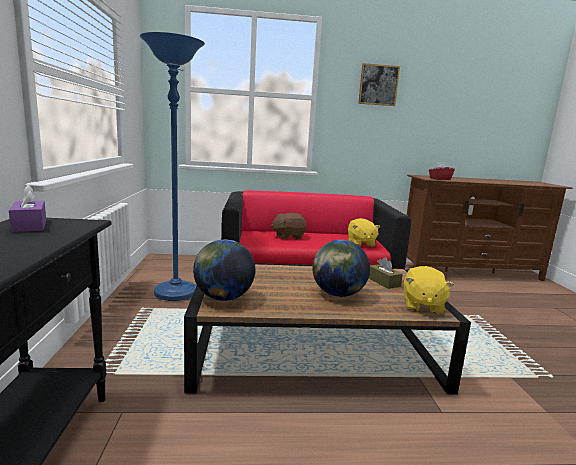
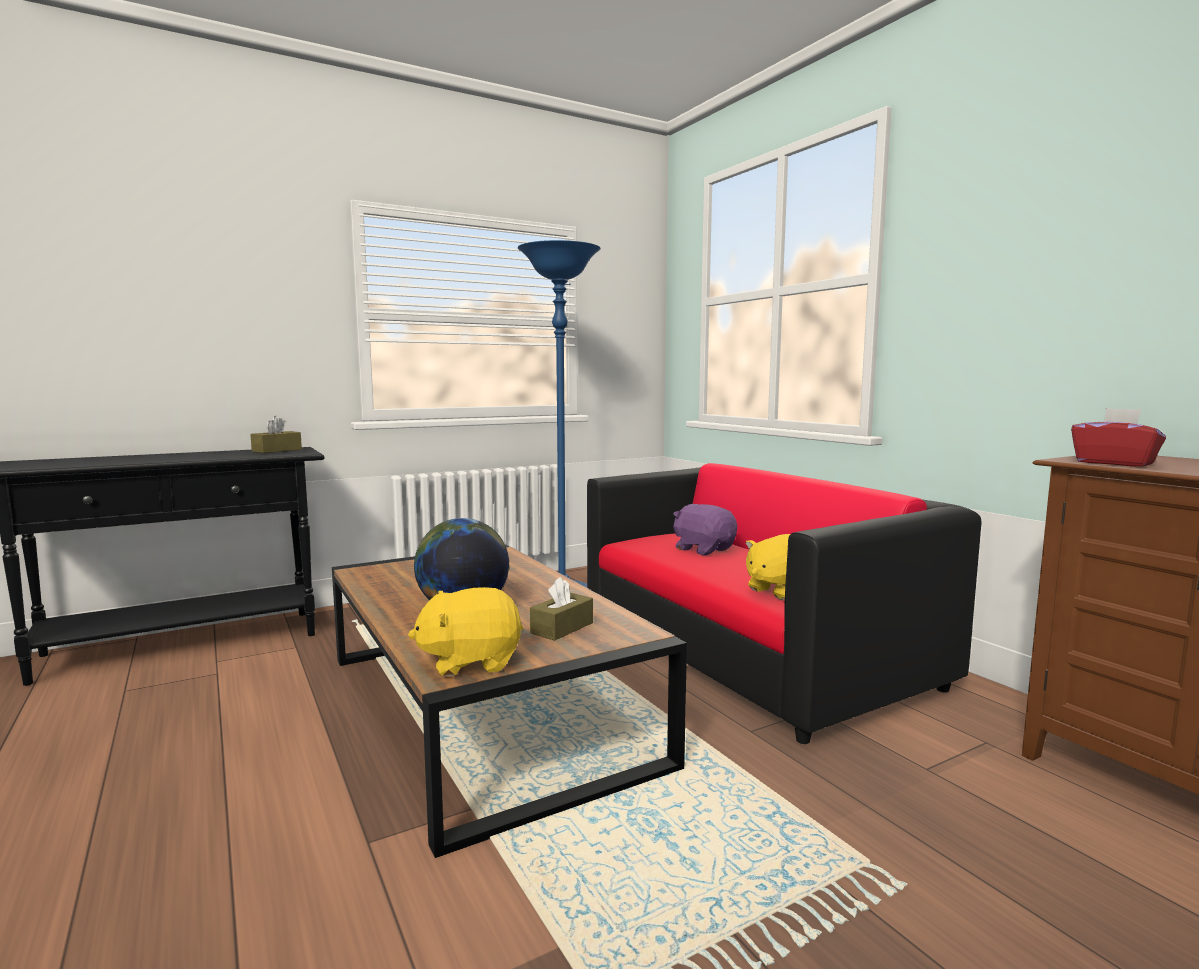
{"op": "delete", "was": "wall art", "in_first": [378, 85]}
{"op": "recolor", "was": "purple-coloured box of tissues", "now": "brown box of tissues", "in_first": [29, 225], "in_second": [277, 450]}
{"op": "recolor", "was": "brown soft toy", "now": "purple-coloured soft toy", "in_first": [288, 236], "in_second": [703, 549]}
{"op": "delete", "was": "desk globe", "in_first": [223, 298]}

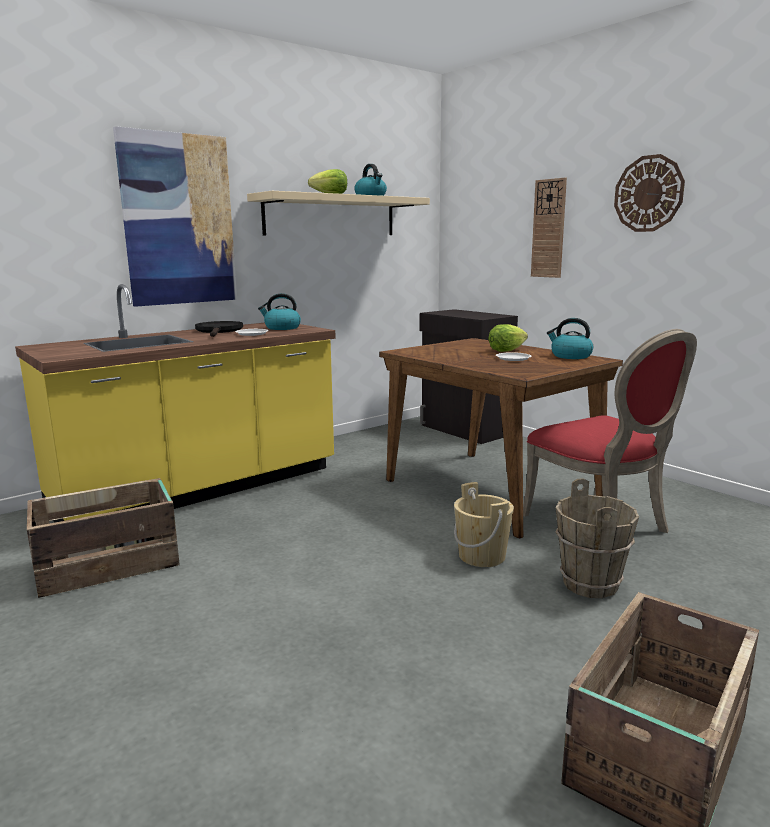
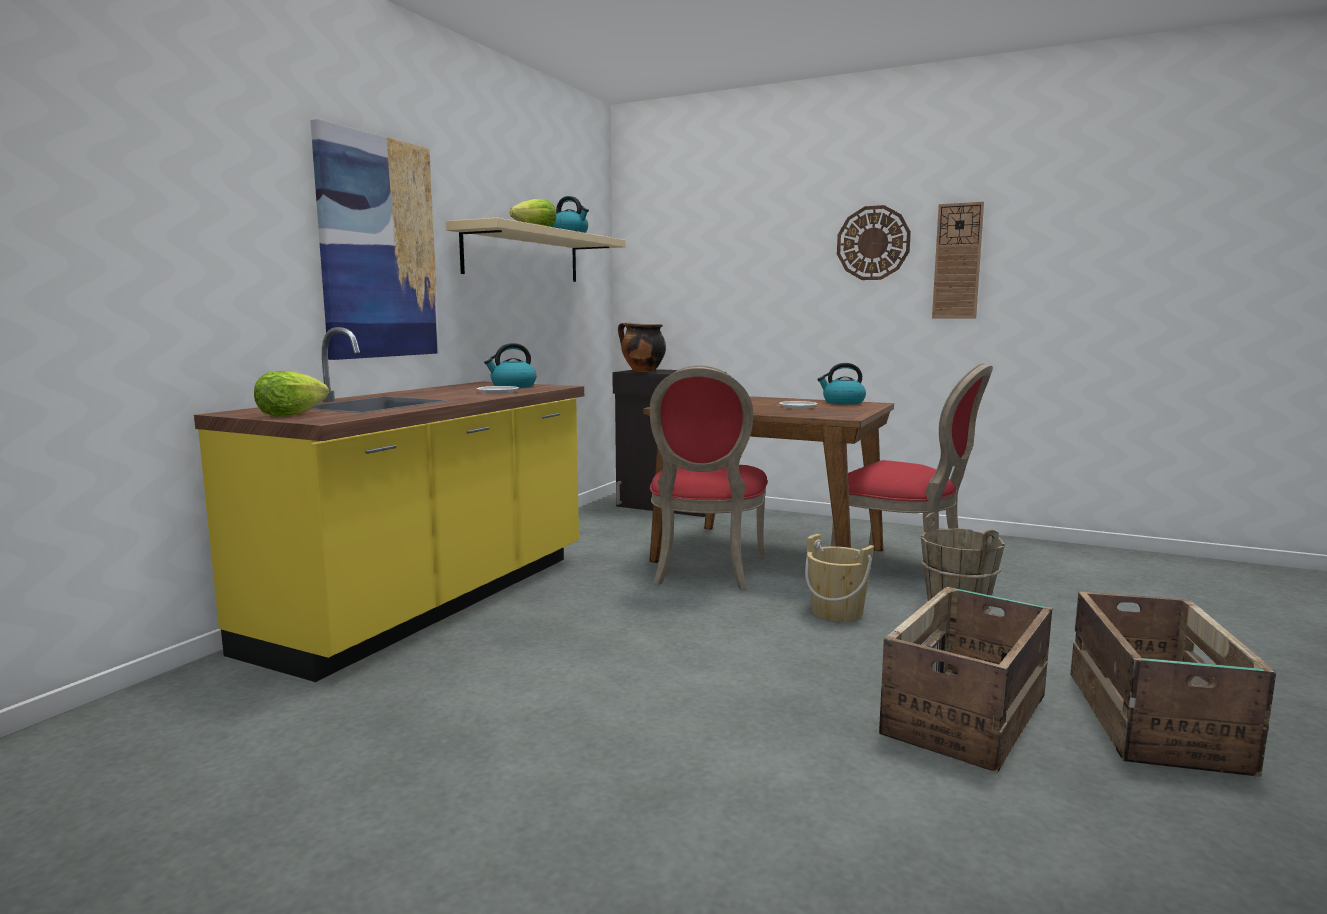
{"op": "move", "was": "clock on the wall", "in_first": [549, 229], "in_second": [957, 261]}
{"op": "delete", "was": "blackish pan", "in_first": [219, 331]}
{"op": "move", "was": "lettuce head", "in_first": [506, 351], "in_second": [290, 415]}
{"op": "move", "was": "packing crate", "in_first": [110, 565], "in_second": [967, 714]}
{"op": "insert", "now": "stockpot", "in_second": [642, 371]}
{"op": "insert", "now": "red-coloured plain chair", "in_second": [704, 571]}

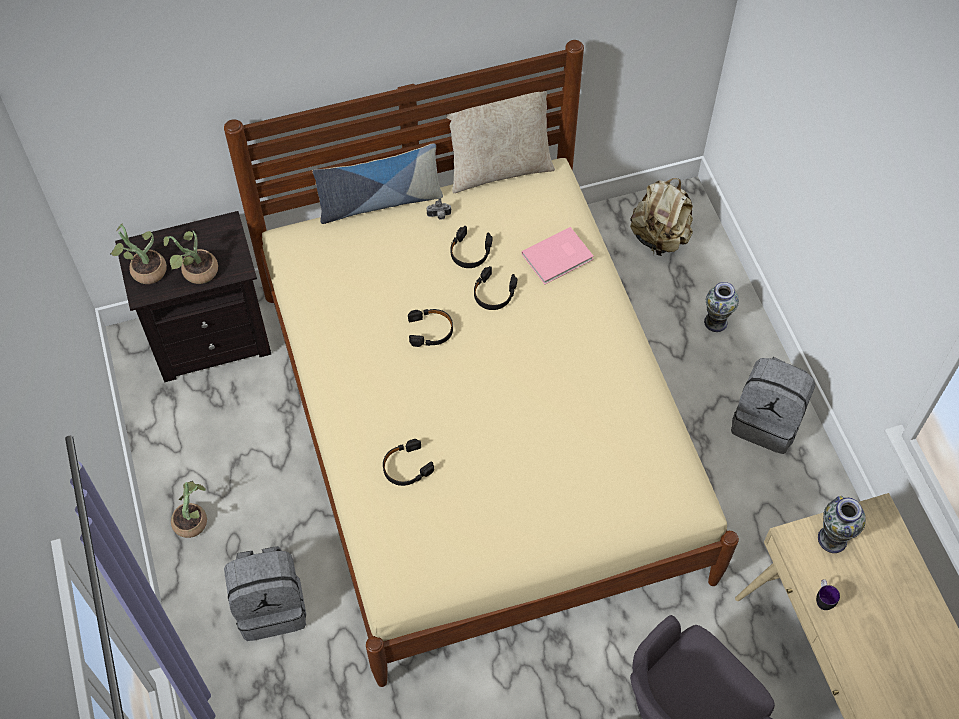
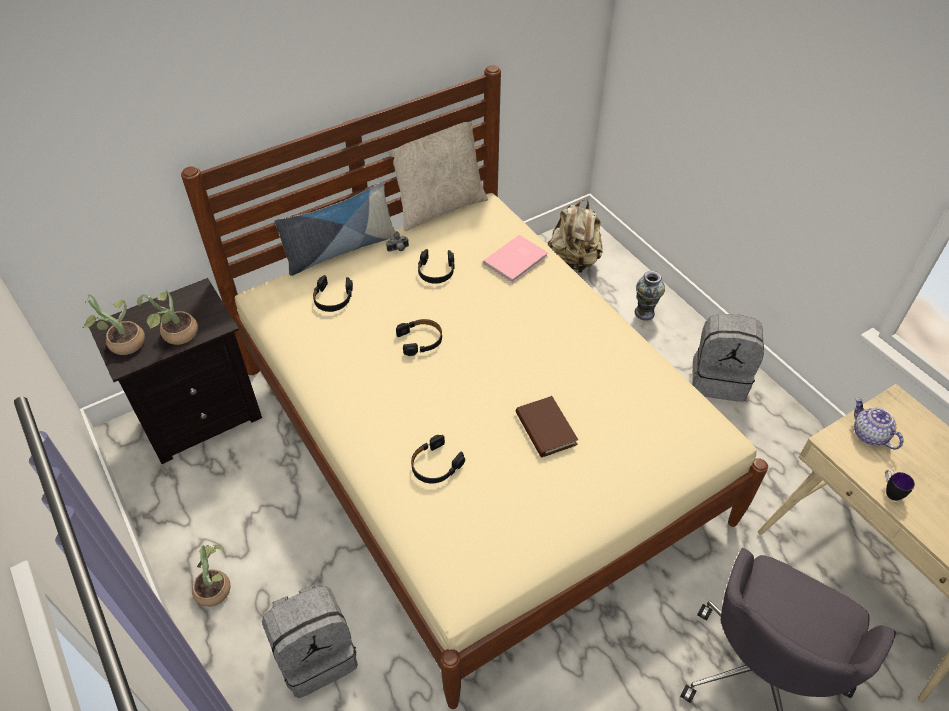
{"op": "move", "was": "blackish pair of headphones", "in_first": [493, 293], "in_second": [333, 298]}
{"op": "replace", "was": "flower vase", "now": "teapot", "in_first": [832, 539], "in_second": [869, 434]}
{"op": "insert", "now": "brown volume", "in_second": [545, 429]}

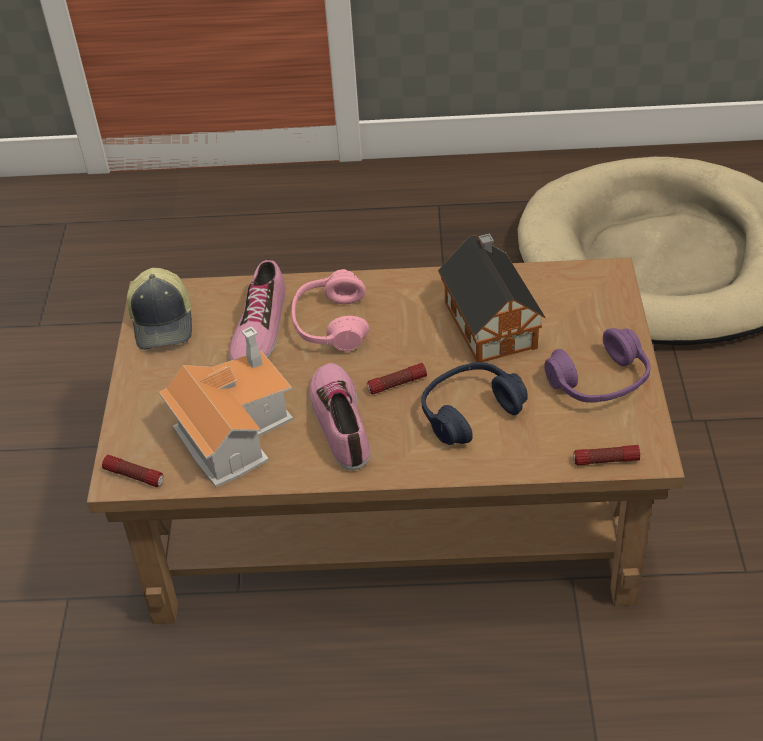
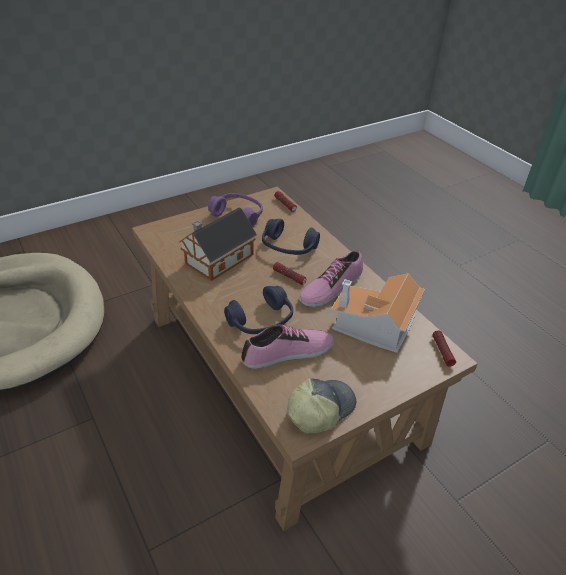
{"op": "recolor", "was": "pinkish pair of headphones", "now": "blue pair of headphones", "in_first": [330, 324], "in_second": [261, 321]}

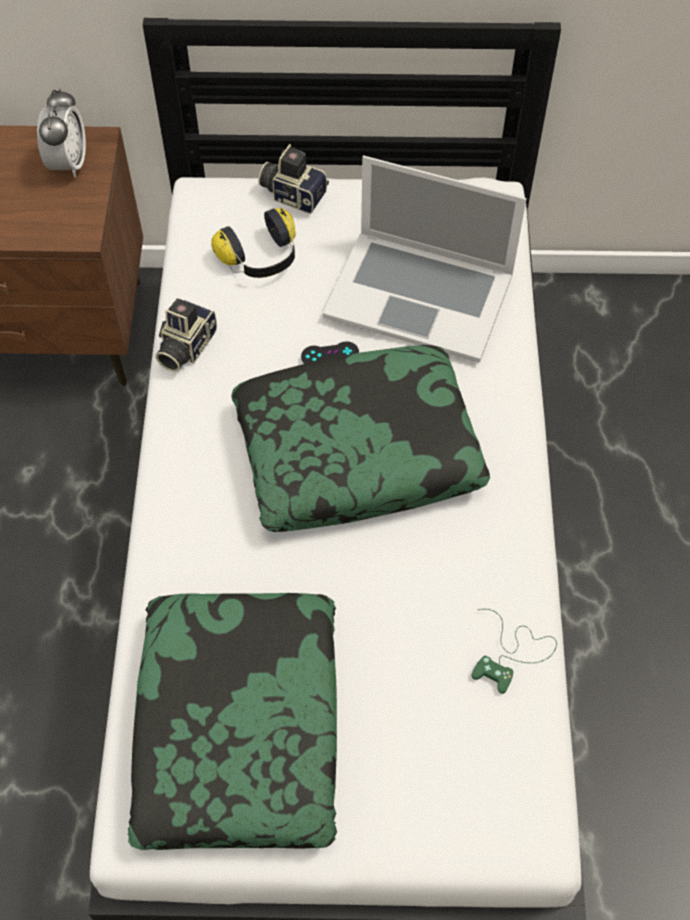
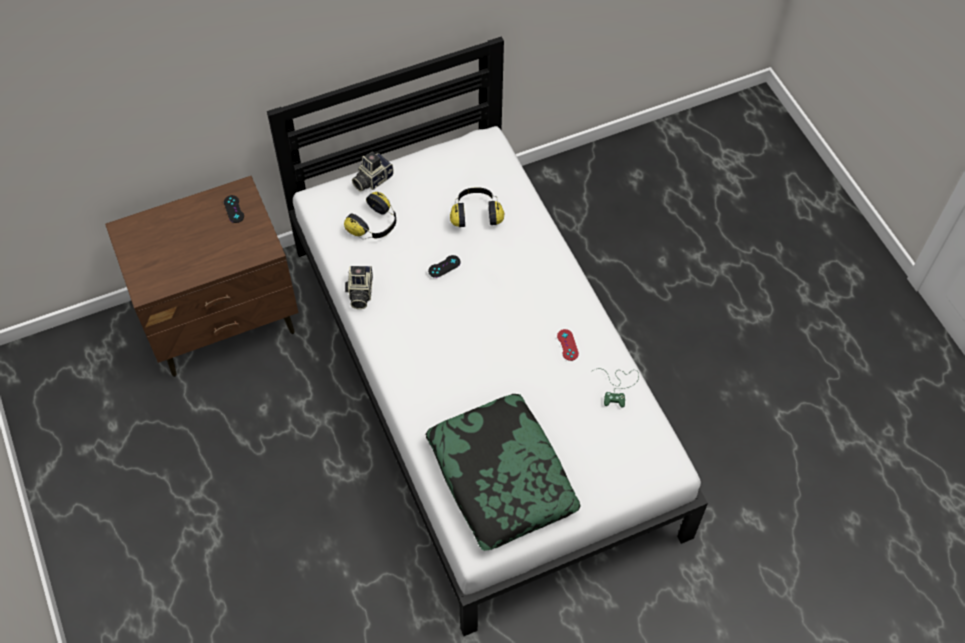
{"op": "replace", "was": "bedside clock", "now": "blackish gamepad", "in_first": [68, 163], "in_second": [234, 209]}
{"op": "rotate", "was": "photo camera", "in_first": [293, 194], "in_second": [372, 179], "clockwise": -45}
{"op": "replace", "was": "portable computer", "now": "pair of headphones", "in_first": [419, 294], "in_second": [476, 213]}
{"op": "delete", "was": "cushion", "in_first": [358, 450]}
{"op": "insert", "now": "red-coloured gamepad", "in_second": [567, 345]}

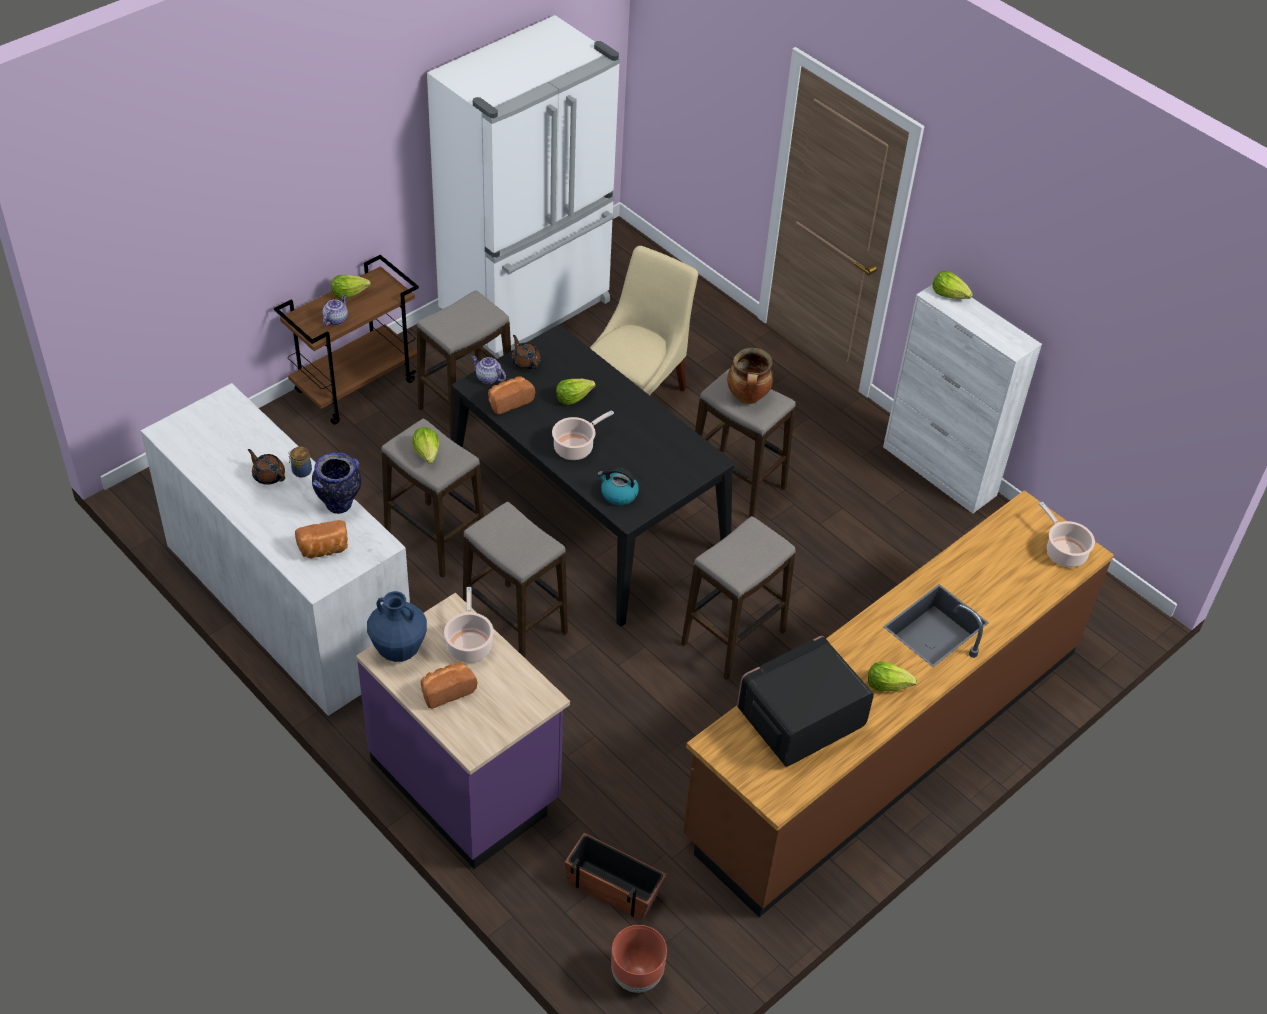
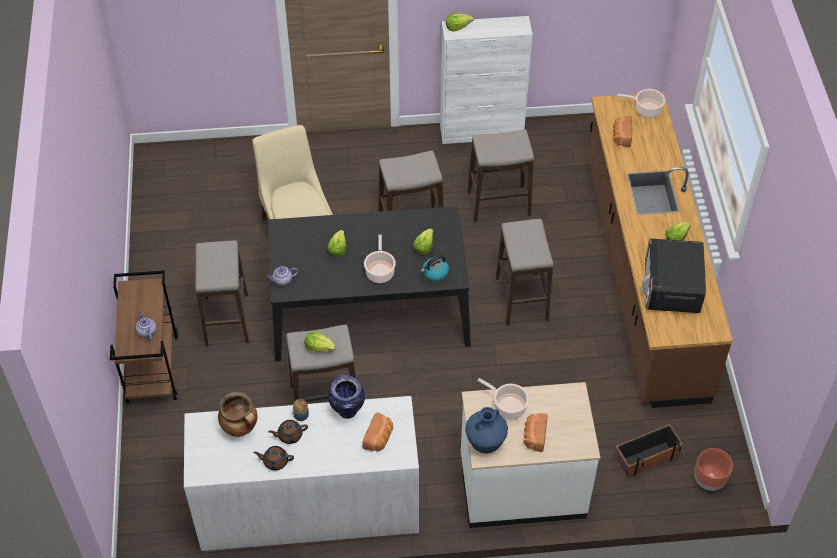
{"op": "delete", "was": "white fridge", "in_first": [528, 308]}
{"op": "move", "was": "lettuce head", "in_first": [349, 293], "in_second": [424, 246]}
{"op": "move", "was": "brown teapot", "in_first": [525, 362], "in_second": [275, 461]}
{"op": "move", "was": "stockpot", "in_first": [748, 397], "in_second": [241, 428]}
{"op": "move", "was": "baked bread", "in_first": [509, 401], "in_second": [621, 136]}
{"op": "move", "was": "sitting stool", "in_first": [515, 625], "in_second": [499, 204]}
{"op": "recolor", "was": "purple-coloured kitchen counter", "now": "white kitchen counter", "in_first": [467, 781], "in_second": [522, 487]}

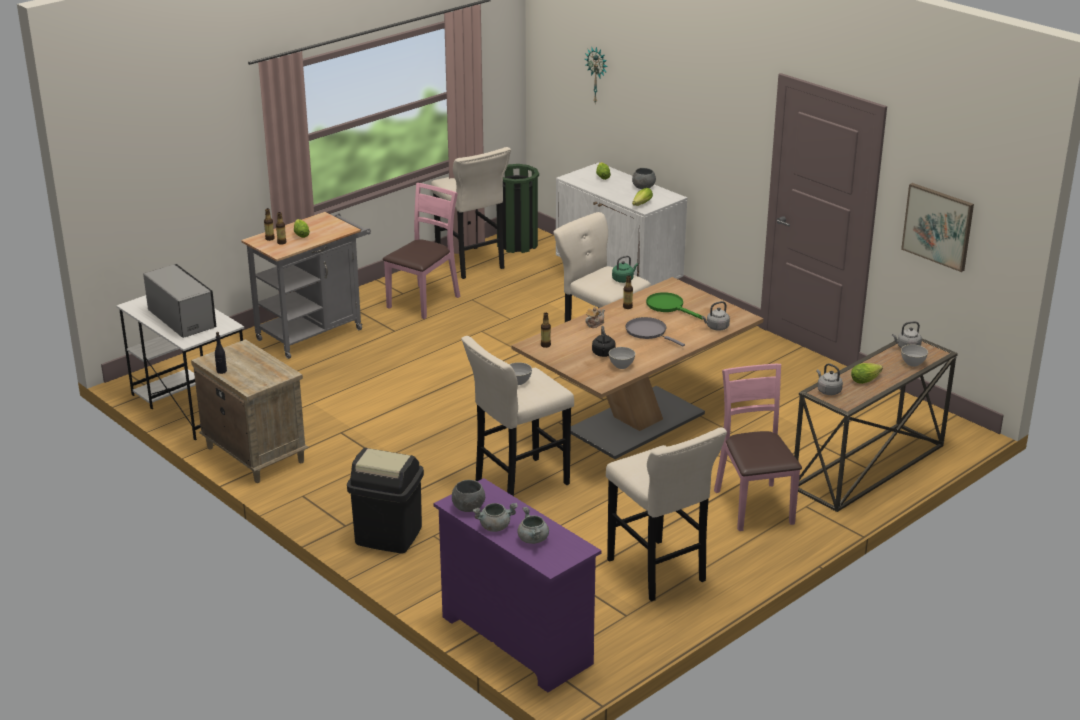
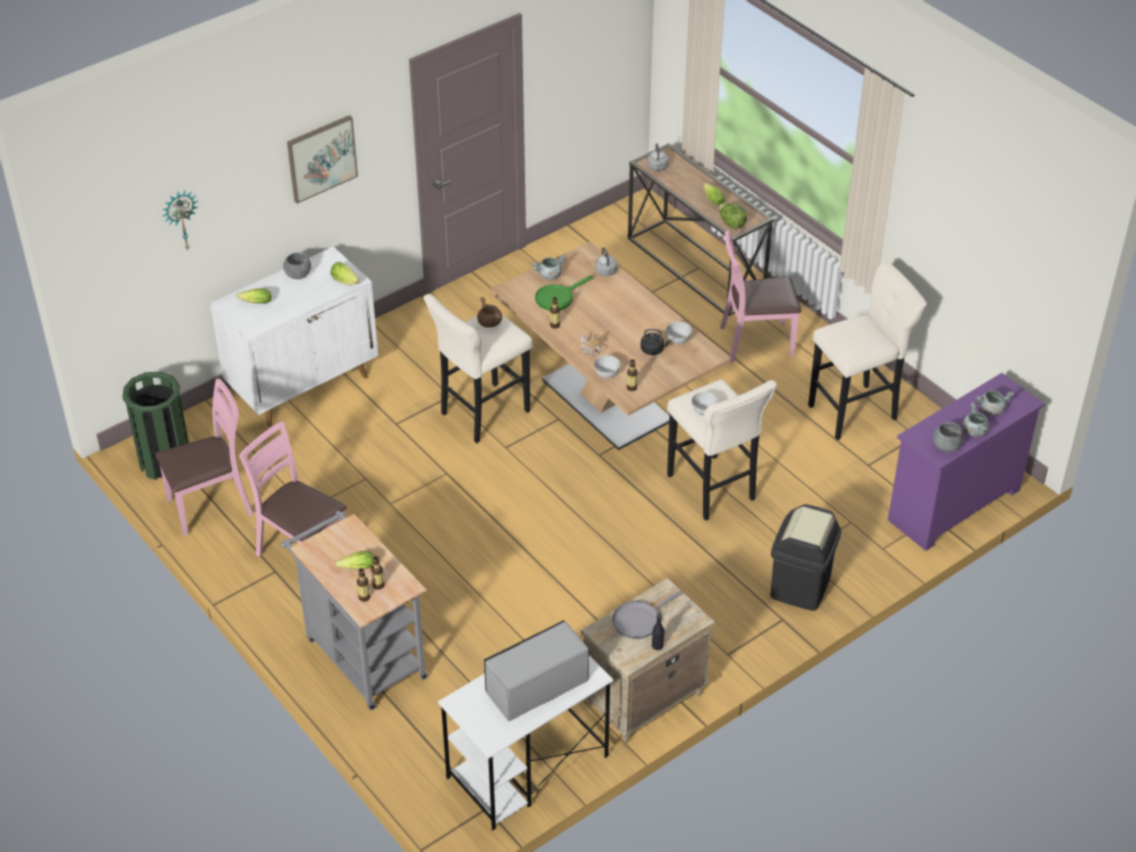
{"op": "replace", "was": "sand-coloured sitting stool", "now": "pinkish plain chair", "in_first": [471, 264], "in_second": [211, 506]}
{"op": "move", "was": "wall art", "in_first": [938, 226], "in_second": [321, 158]}
{"op": "replace", "was": "green kettle", "now": "brown stockpot", "in_first": [623, 279], "in_second": [489, 323]}
{"op": "move", "was": "gray pan", "in_first": [648, 332], "in_second": [639, 620]}
{"op": "move", "was": "gray deep dish", "in_first": [912, 363], "in_second": [606, 374]}
{"op": "replace", "was": "gray kettle", "now": "lettuce head", "in_first": [828, 391], "in_second": [731, 223]}
{"op": "insert", "now": "gray stockpot", "in_second": [549, 275]}

